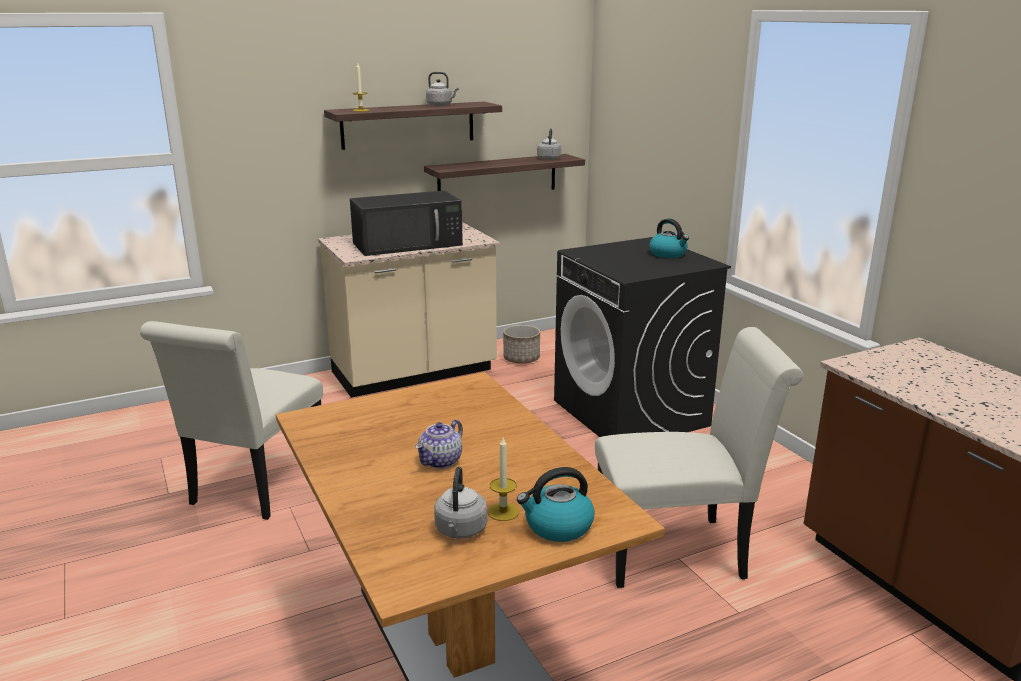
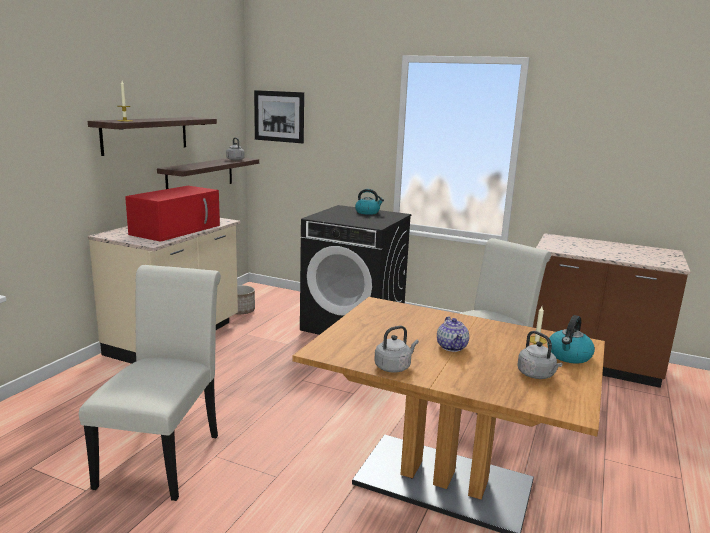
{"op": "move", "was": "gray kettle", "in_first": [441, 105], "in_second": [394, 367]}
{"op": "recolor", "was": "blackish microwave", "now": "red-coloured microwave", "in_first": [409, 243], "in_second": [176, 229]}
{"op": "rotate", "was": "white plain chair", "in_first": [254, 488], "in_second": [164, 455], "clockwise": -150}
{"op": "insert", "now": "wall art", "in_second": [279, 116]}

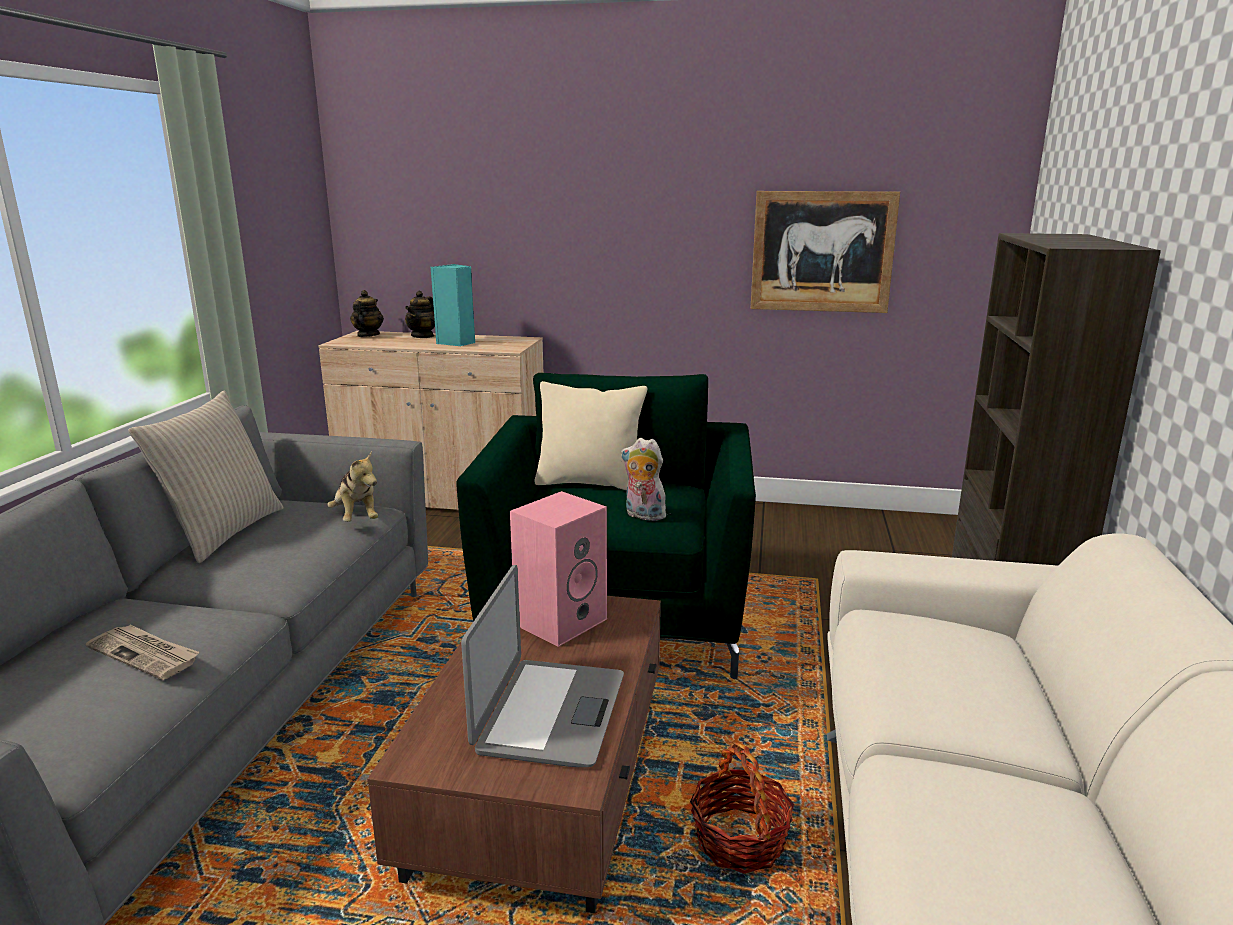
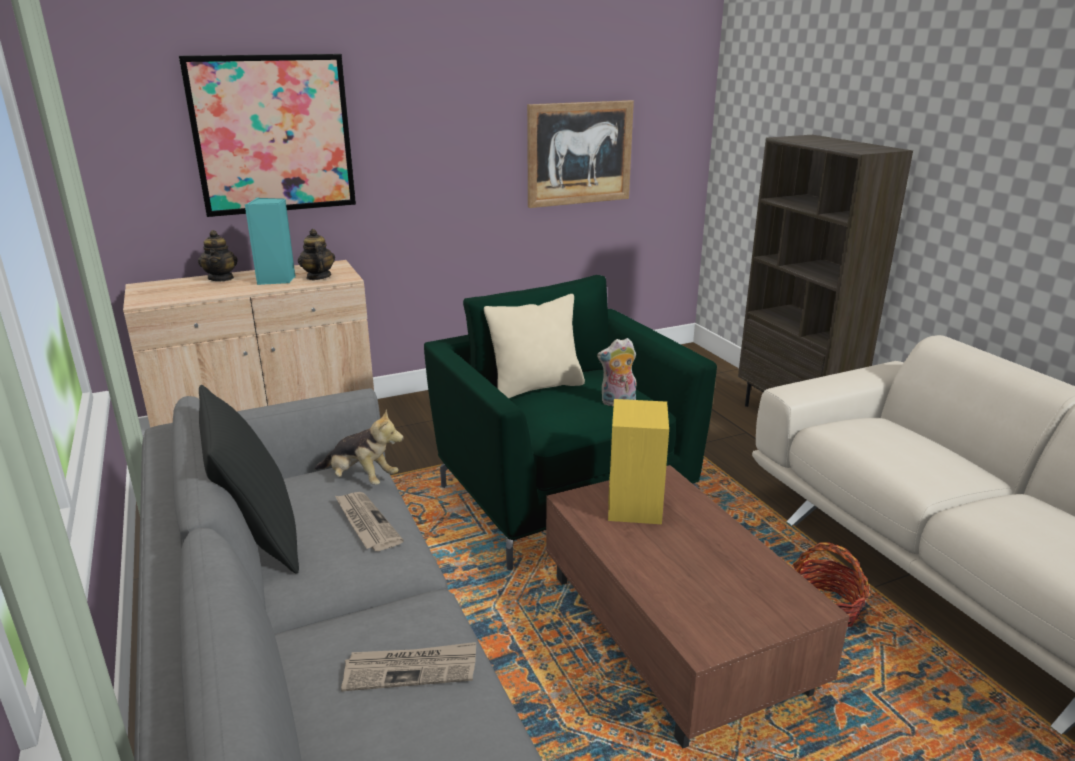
{"op": "move", "was": "teapot", "in_first": [368, 335], "in_second": [318, 277]}
{"op": "recolor", "was": "sand-coloured cushion", "now": "blackish cushion", "in_first": [222, 532], "in_second": [258, 537]}
{"op": "recolor", "was": "pinkish loudspeaker", "now": "yellowish loudspeaker", "in_first": [561, 620], "in_second": [633, 504]}
{"op": "delete", "was": "portable computer", "in_first": [549, 713]}
{"op": "insert", "now": "wall art", "in_second": [273, 135]}
{"op": "insert", "now": "printed paper", "in_second": [366, 523]}

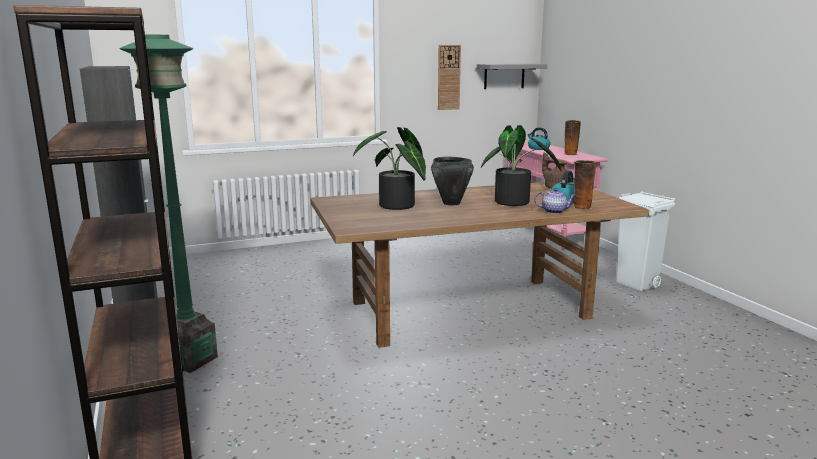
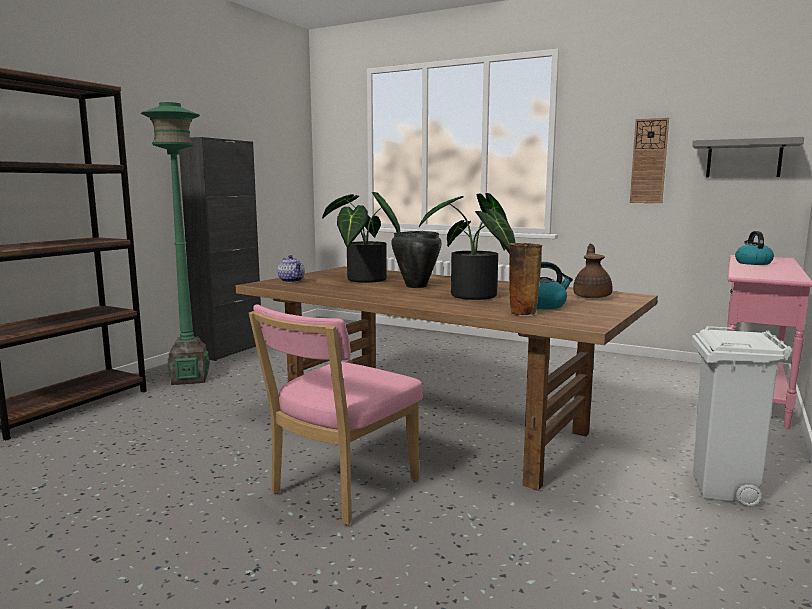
{"op": "delete", "was": "flower vase", "in_first": [570, 154]}
{"op": "move", "was": "teapot", "in_first": [554, 211], "in_second": [292, 281]}
{"op": "insert", "now": "pinkish plain chair", "in_second": [340, 489]}

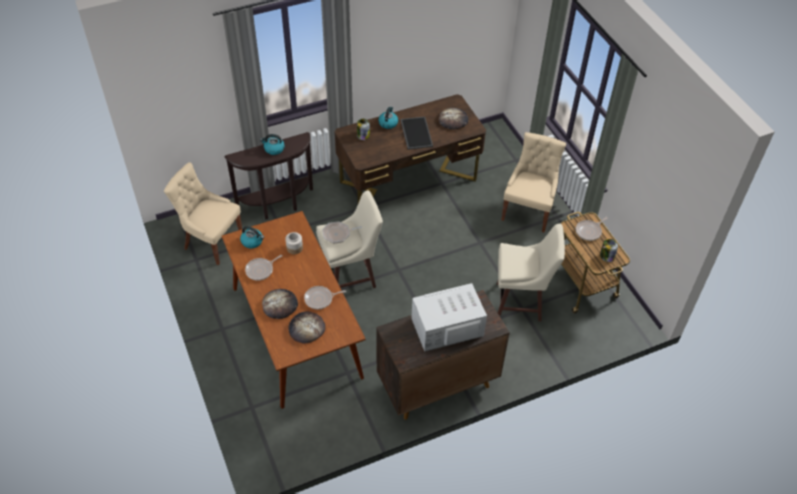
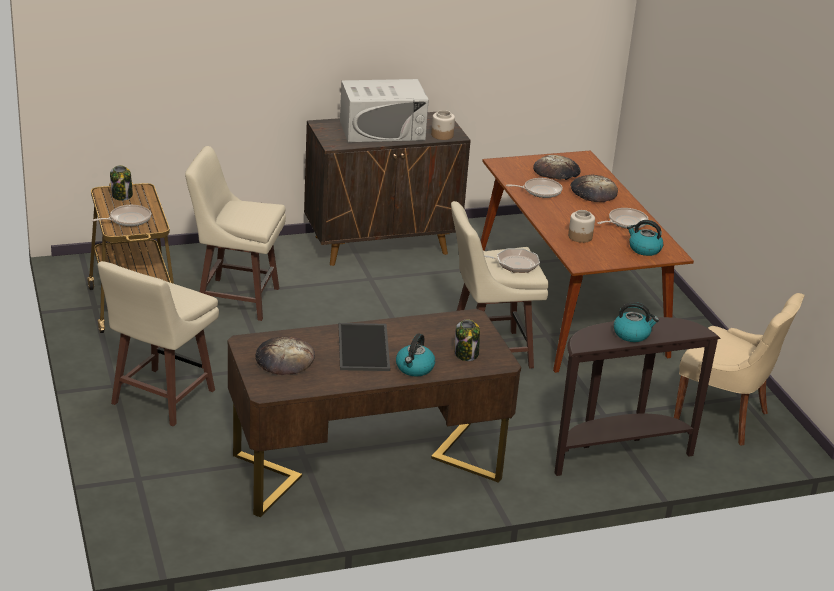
{"op": "replace", "was": "sand-coloured plain chair", "now": "sand-coloured sitting stool", "in_first": [528, 211], "in_second": [160, 398]}
{"op": "insert", "now": "storage jar", "in_second": [442, 135]}

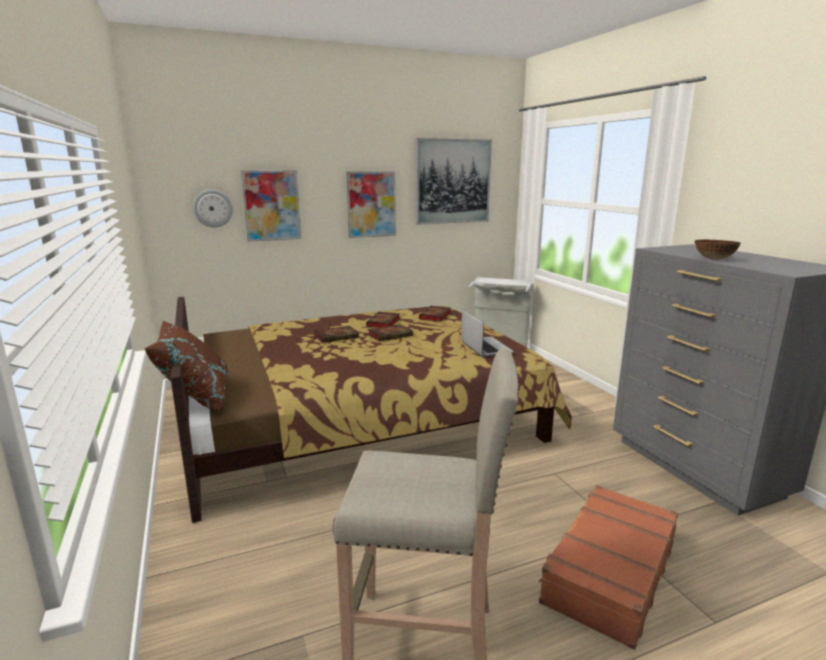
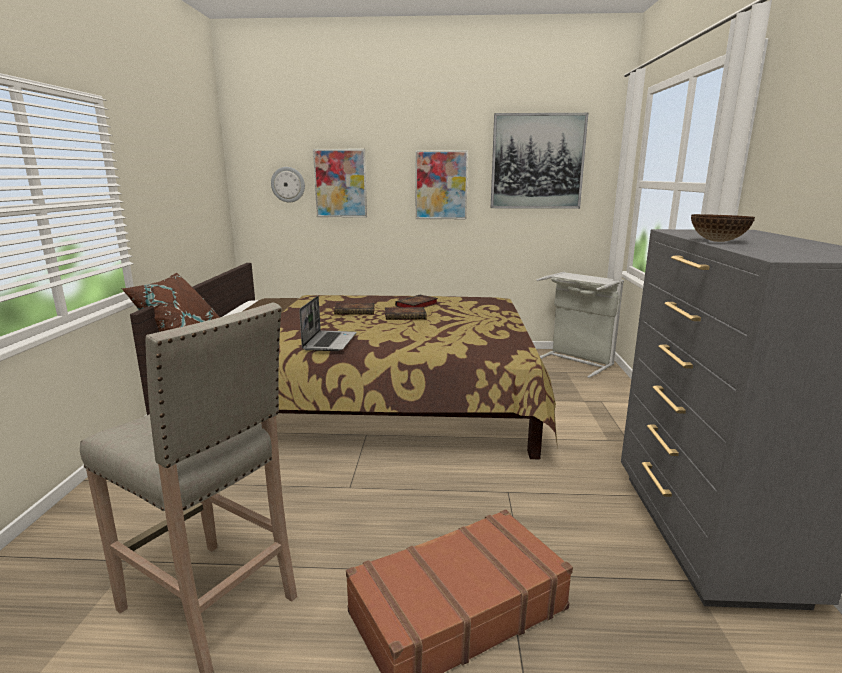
{"op": "delete", "was": "volume", "in_first": [435, 316]}
{"op": "move", "was": "portable computer", "in_first": [485, 348], "in_second": [329, 342]}

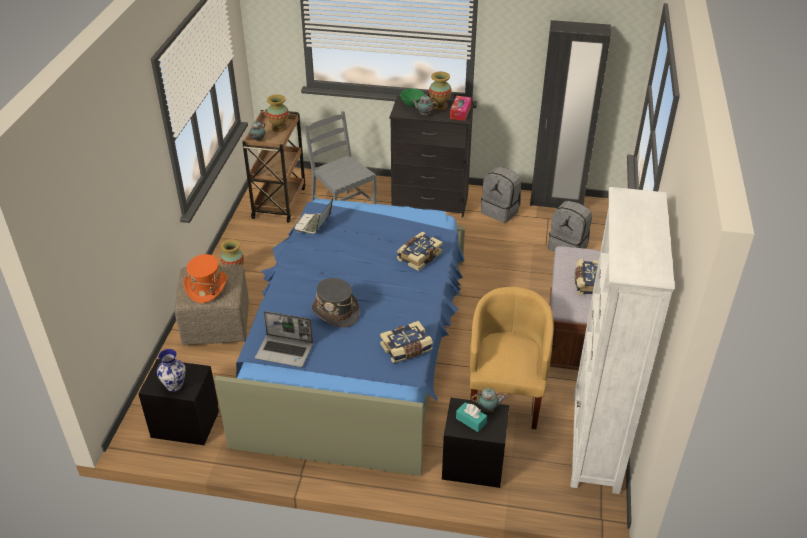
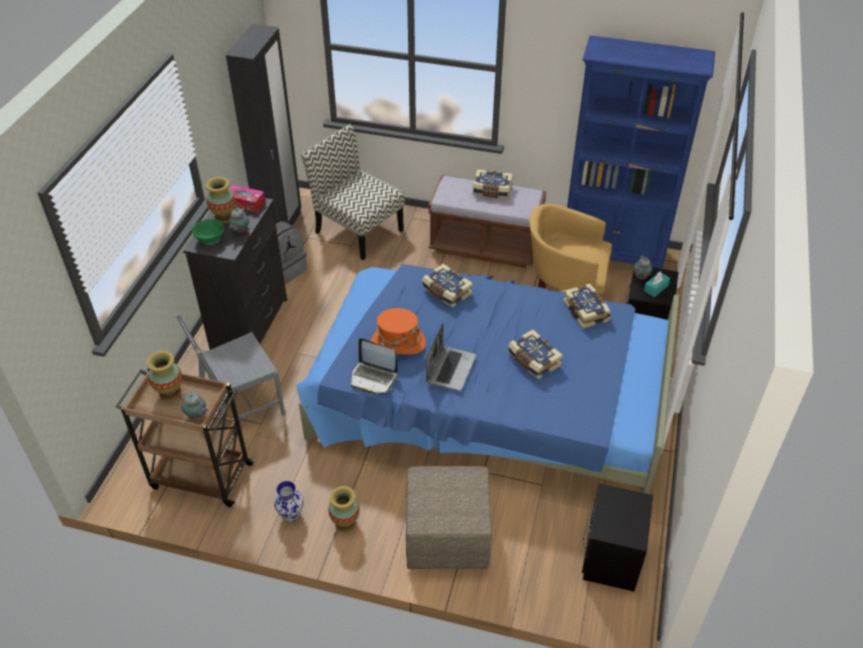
{"op": "recolor", "was": "white bookcase", "now": "blue bookcase", "in_first": [595, 442], "in_second": [613, 254]}
{"op": "replace", "was": "gray knapsack", "now": "plain chair", "in_first": [568, 246], "in_second": [357, 230]}
{"op": "move", "was": "orange-coloured clothing hat", "in_first": [206, 287], "in_second": [398, 343]}
{"op": "replace", "was": "gray clothing hat", "now": "volume", "in_first": [335, 312], "in_second": [533, 361]}
{"op": "move", "was": "portable computer", "in_first": [285, 351], "in_second": [450, 368]}
{"op": "move", "was": "flower vase", "in_first": [175, 385], "in_second": [290, 514]}

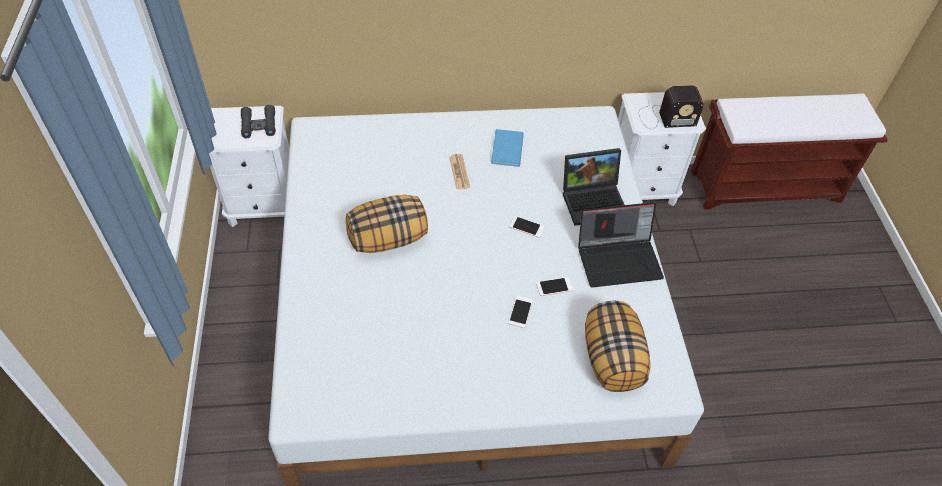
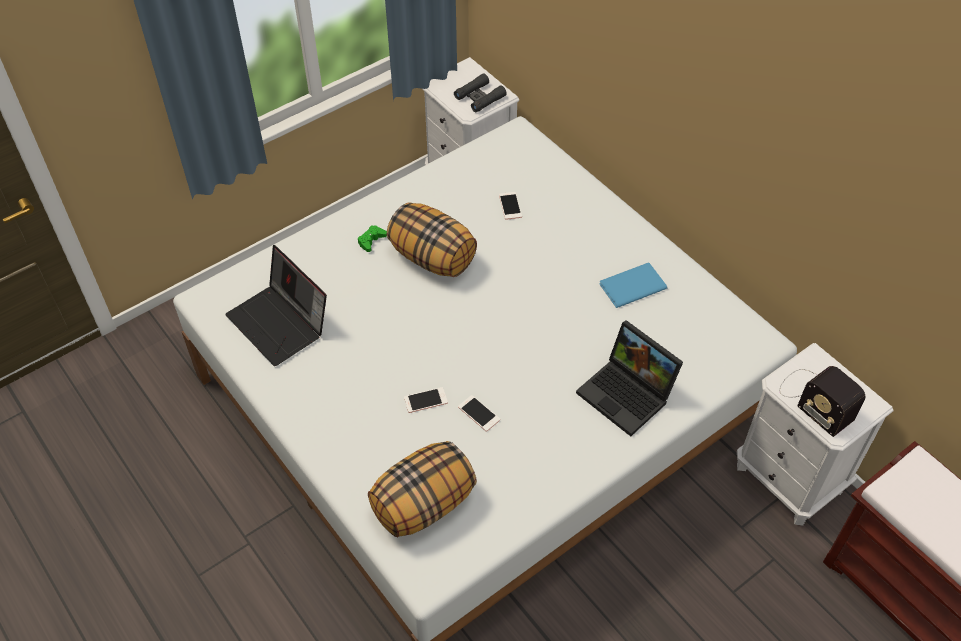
{"op": "delete", "was": "printed paper", "in_first": [459, 172]}
{"op": "move", "was": "portable computer", "in_first": [619, 259], "in_second": [280, 323]}
{"op": "move", "was": "phone", "in_first": [526, 227], "in_second": [510, 206]}
{"op": "insert", "now": "green gamepad", "in_second": [371, 241]}

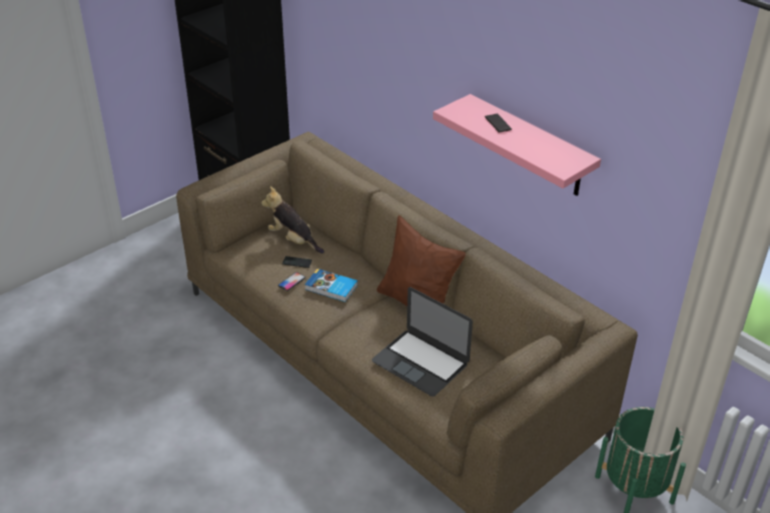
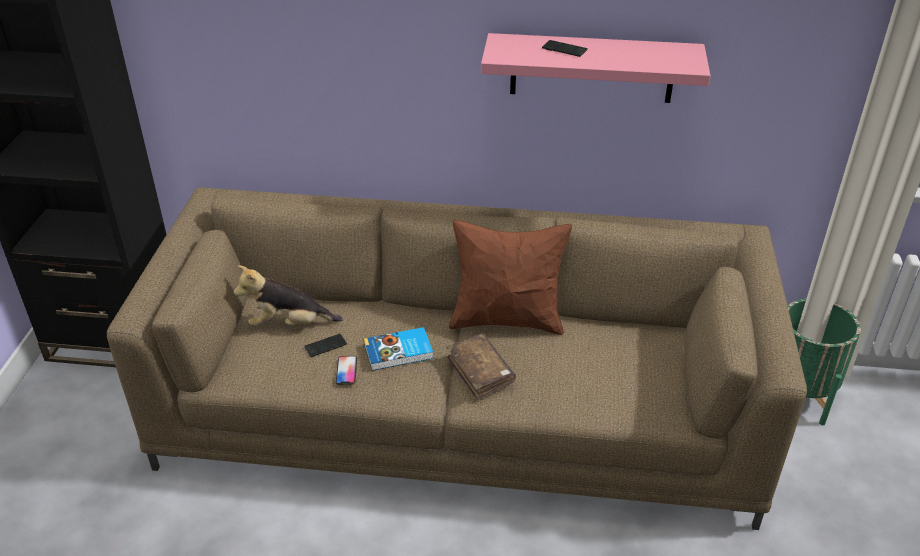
{"op": "delete", "was": "portable computer", "in_first": [420, 362]}
{"op": "insert", "now": "brown volume", "in_second": [480, 372]}

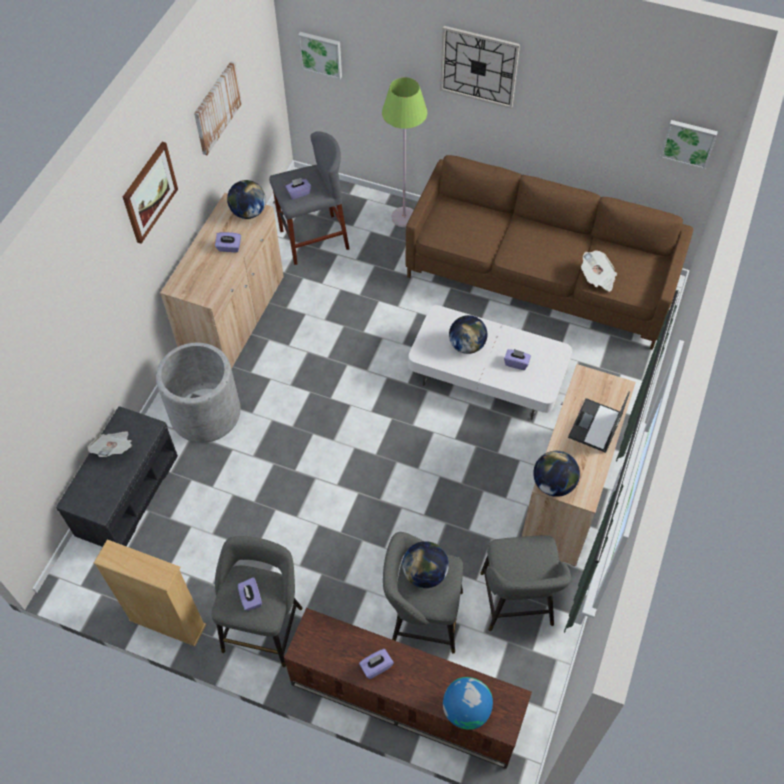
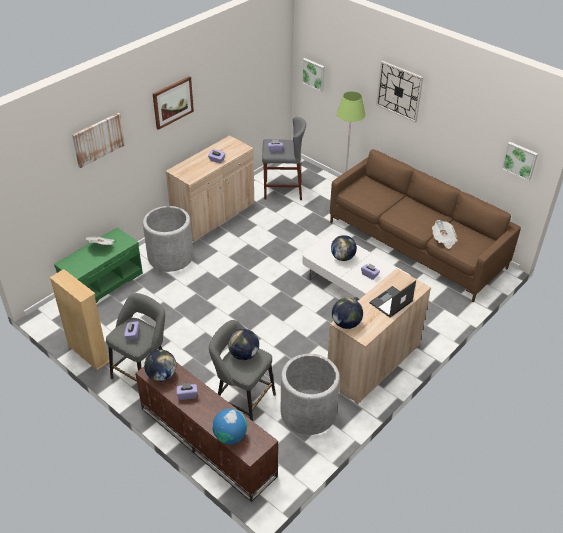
{"op": "move", "was": "wall art", "in_first": [216, 107], "in_second": [98, 139]}
{"op": "move", "was": "desk globe", "in_first": [248, 212], "in_second": [161, 375]}
{"op": "recolor", "was": "gray indoor bench", "now": "green indoor bench", "in_first": [126, 493], "in_second": [103, 283]}
{"op": "replace", "was": "gray sitting stool", "now": "gray flower pot", "in_first": [517, 603], "in_second": [308, 412]}

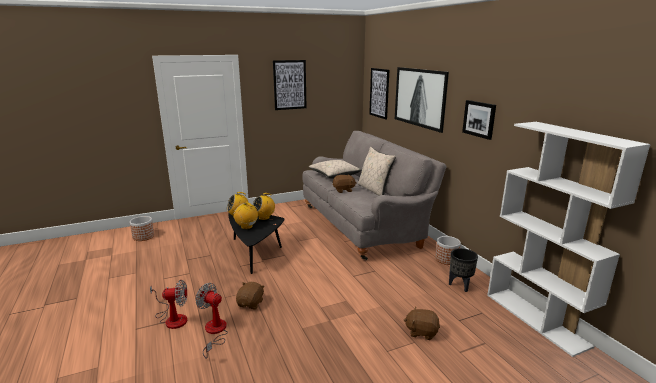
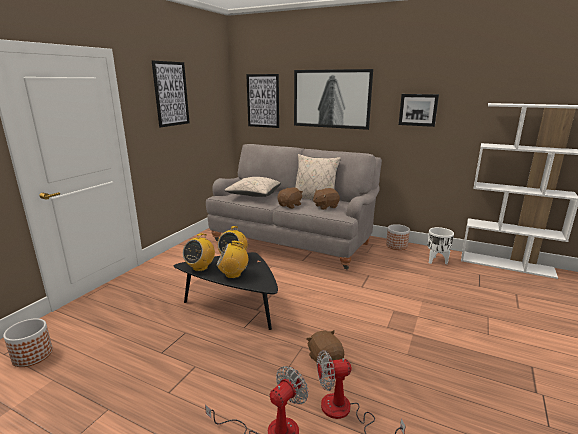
{"op": "recolor", "was": "blackish flower pot", "now": "white flower pot", "in_first": [459, 285], "in_second": [436, 261]}
{"op": "move", "was": "brown soft toy", "in_first": [421, 332], "in_second": [325, 206]}

